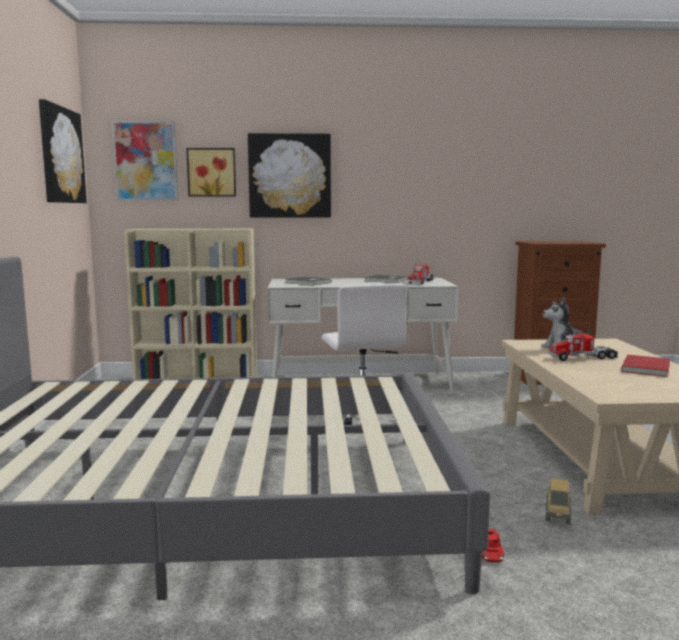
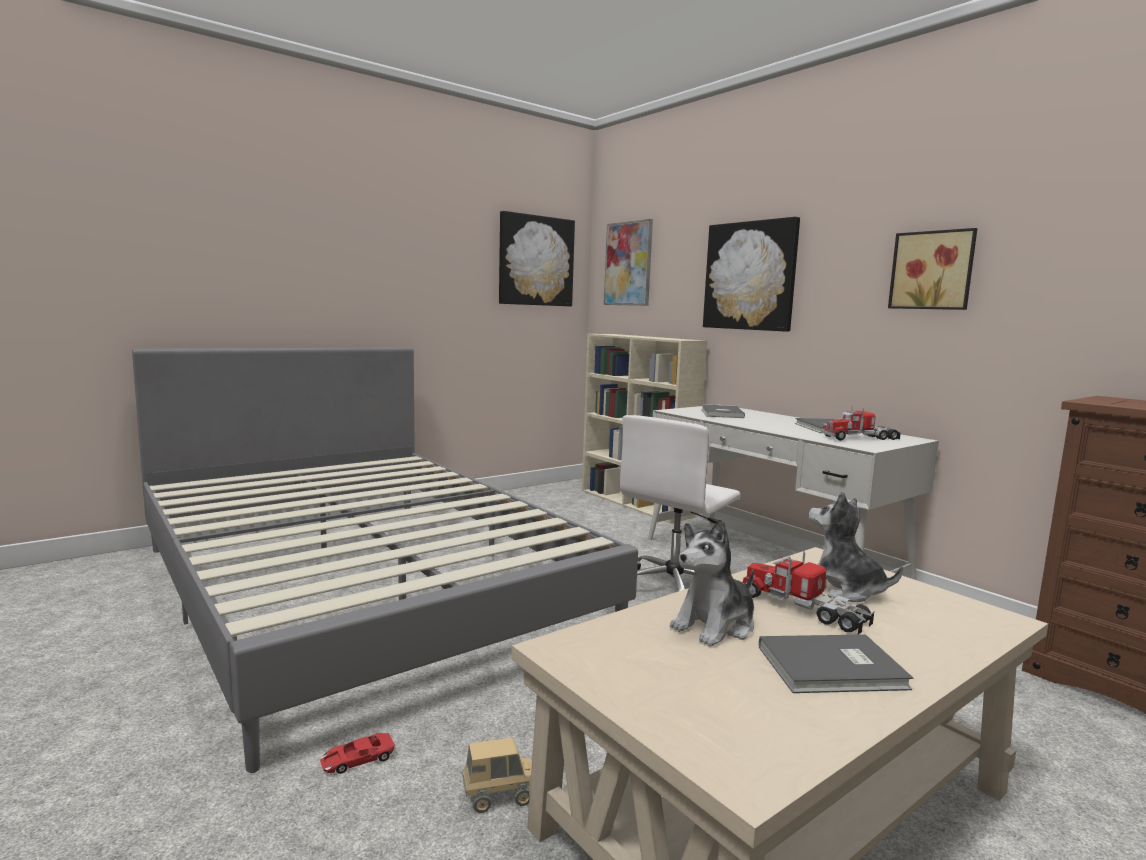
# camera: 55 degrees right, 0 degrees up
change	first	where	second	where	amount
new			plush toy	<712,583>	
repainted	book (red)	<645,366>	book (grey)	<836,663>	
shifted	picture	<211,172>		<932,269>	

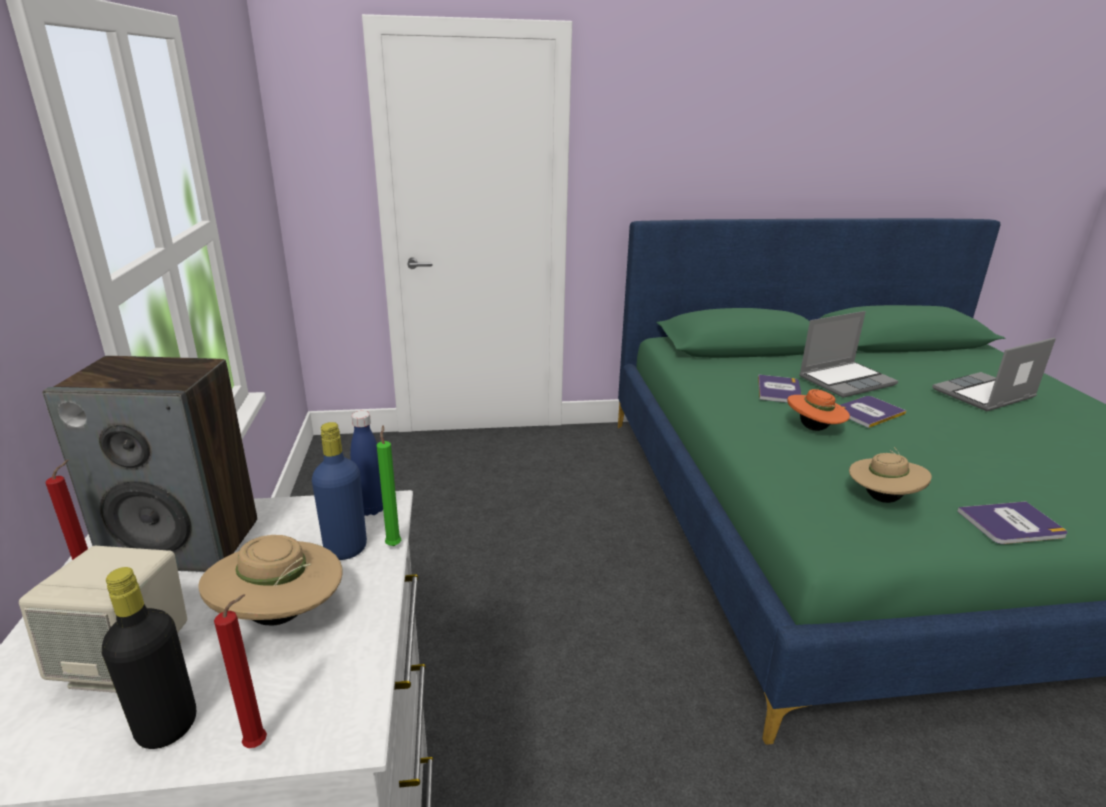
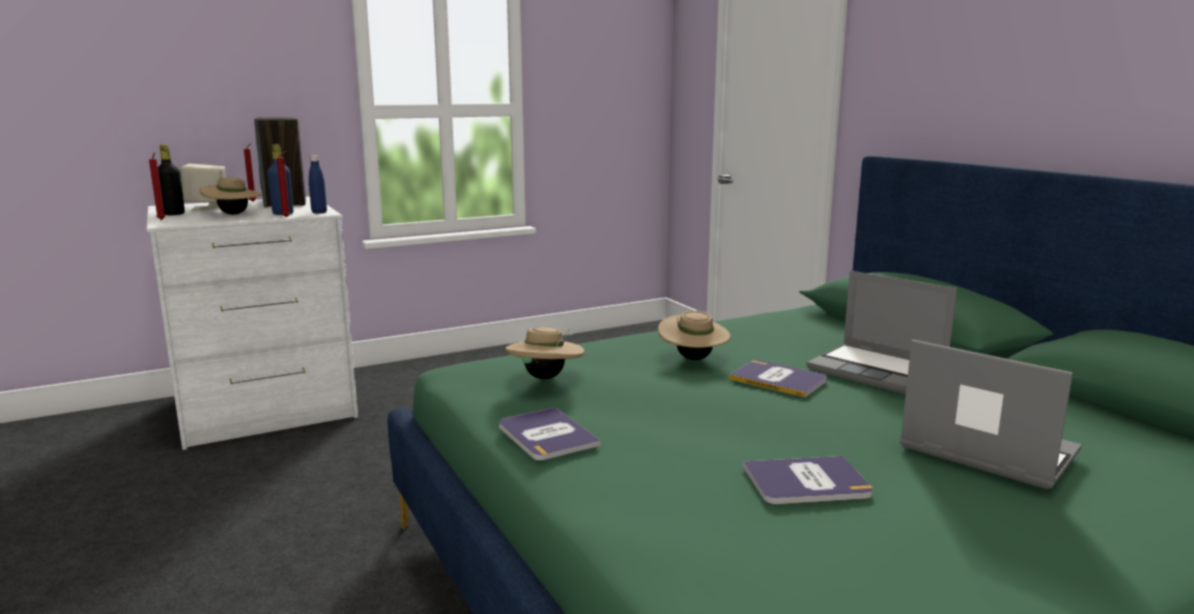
# camera: 70 degrees right, 10 degrees down
change	first	where	second	where	amount
repainted	candle (green)	<389,485>	candle (red)	<283,184>	
repainted	hat (orange)	<818,410>	hat (beige)	<694,335>	
shifted	book	<780,389>		<808,480>	

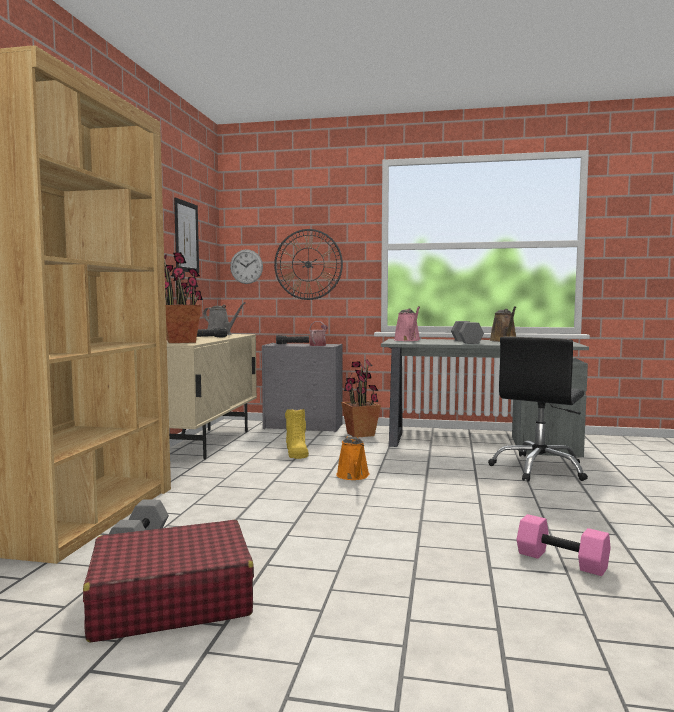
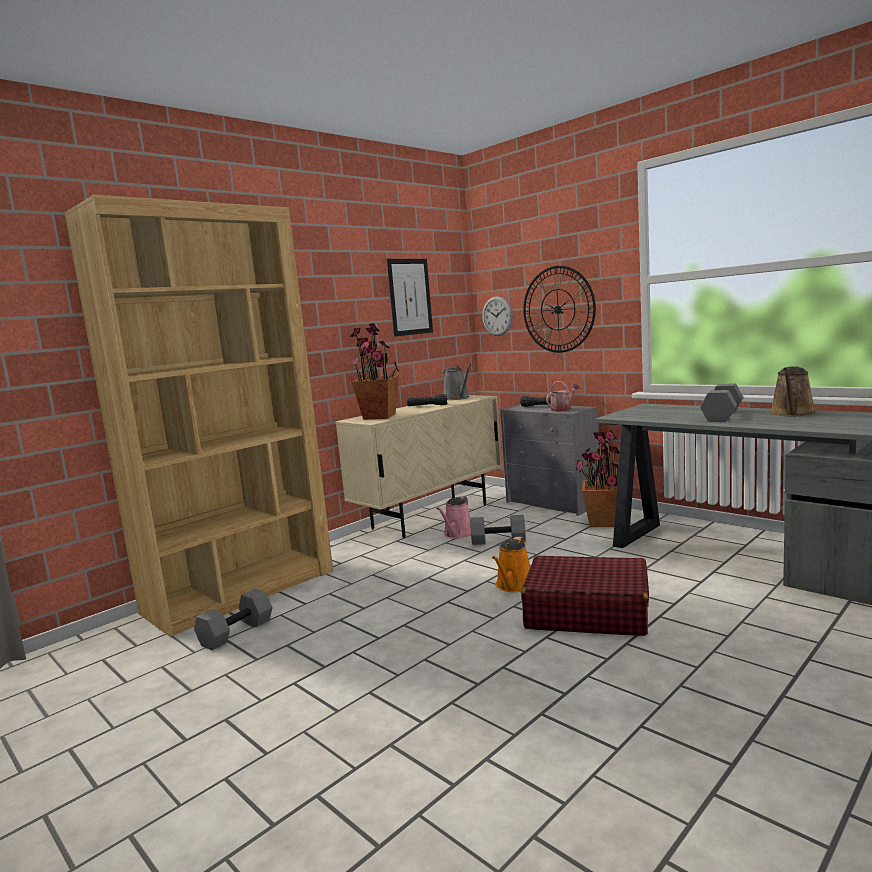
# camera: 35 degrees right, 5 degrees up
change	first	where	second	where	amount
shifted	watering can (pink)	<407,323>		<453,517>	
swapped	boot (yellow)	<297,434>	dumbbell (grey)	<498,530>	
shifted	suitcase (red)	<168,581>		<585,596>	
gone	office chair (black)	<538,409>			
gone	dumbbell (pink)	<563,545>			

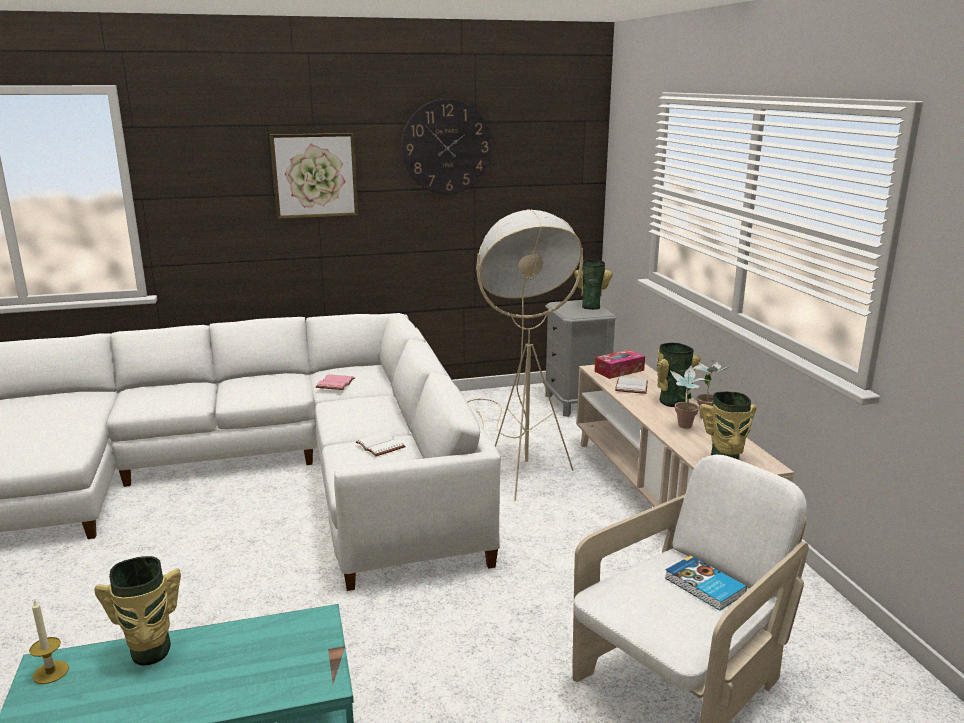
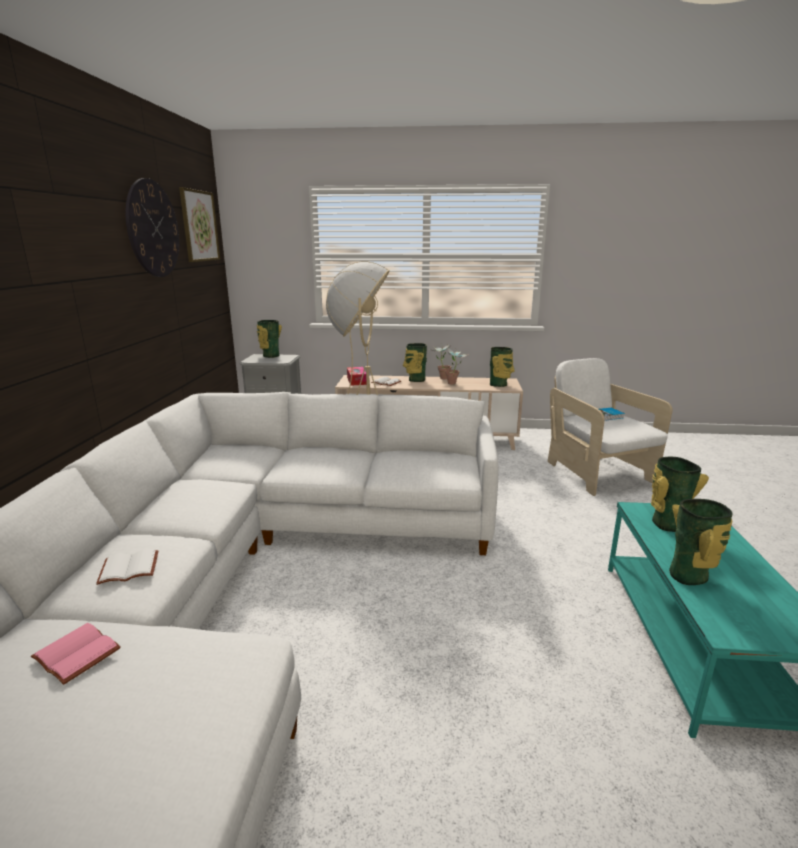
# camera: 70 degrees left, 0 degrees up
change	first	where	second	where	amount
shifted	book (pink)	<335,382>		<76,654>	
shifted	book (white)	<381,444>		<127,567>	
shifted	picture	<314,176>		<199,224>	
new			vase	<680,494>	
gone	candle	<49,641>			

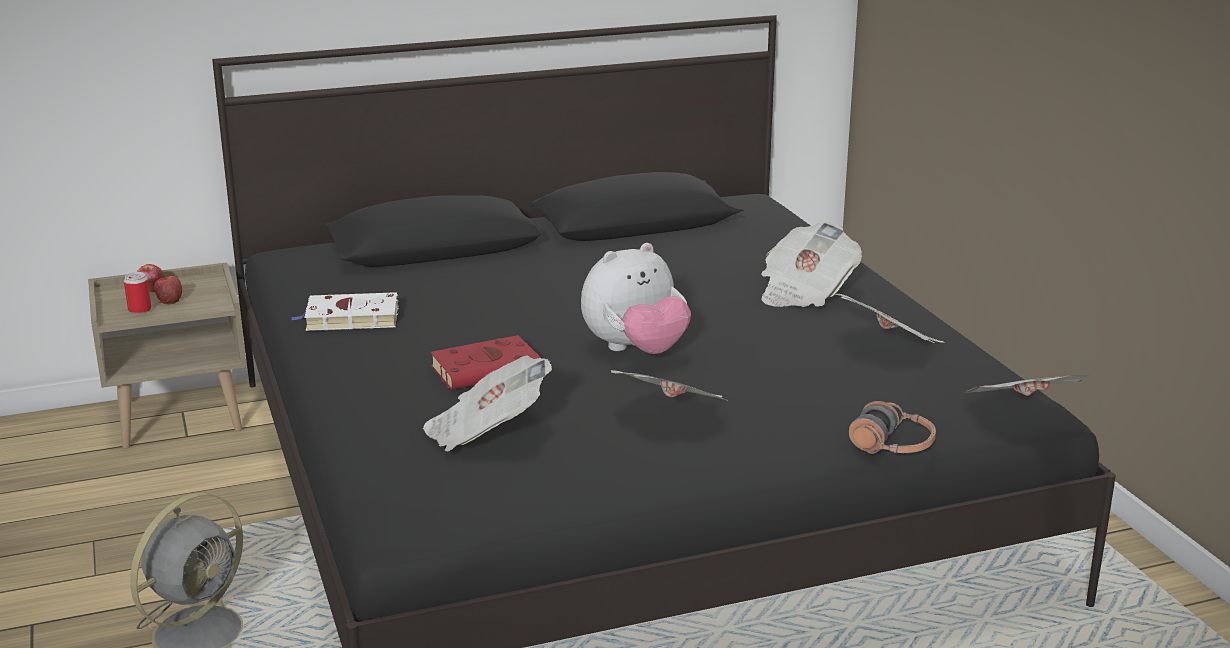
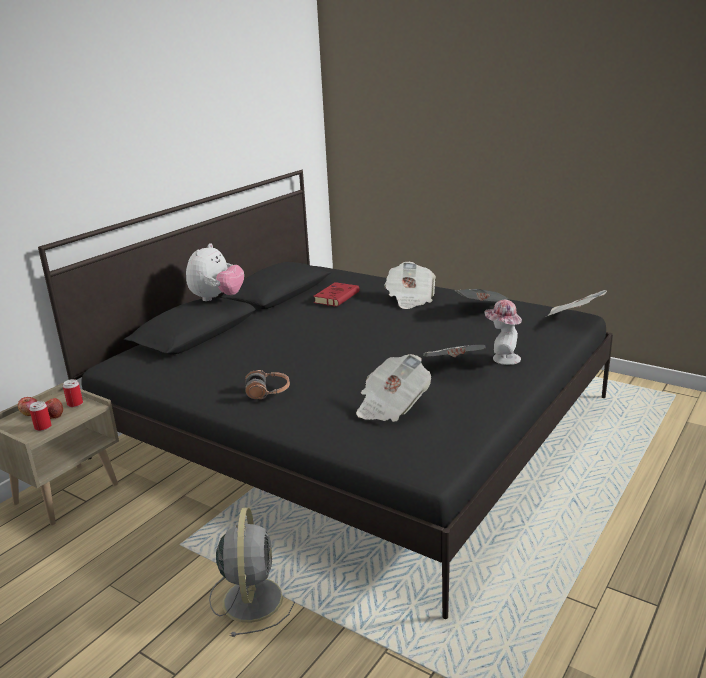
# camera: 35 degrees left, 0 degrees up
change	first	where	second	where	amount
new			can	<73,393>	
shifted	plush toy	<636,298>		<215,272>	
shifted	headphones	<892,427>		<267,384>	
shifted	book (red)	<490,362>		<336,294>	
new			hat	<503,332>	
gone	book (white)	<345,311>			

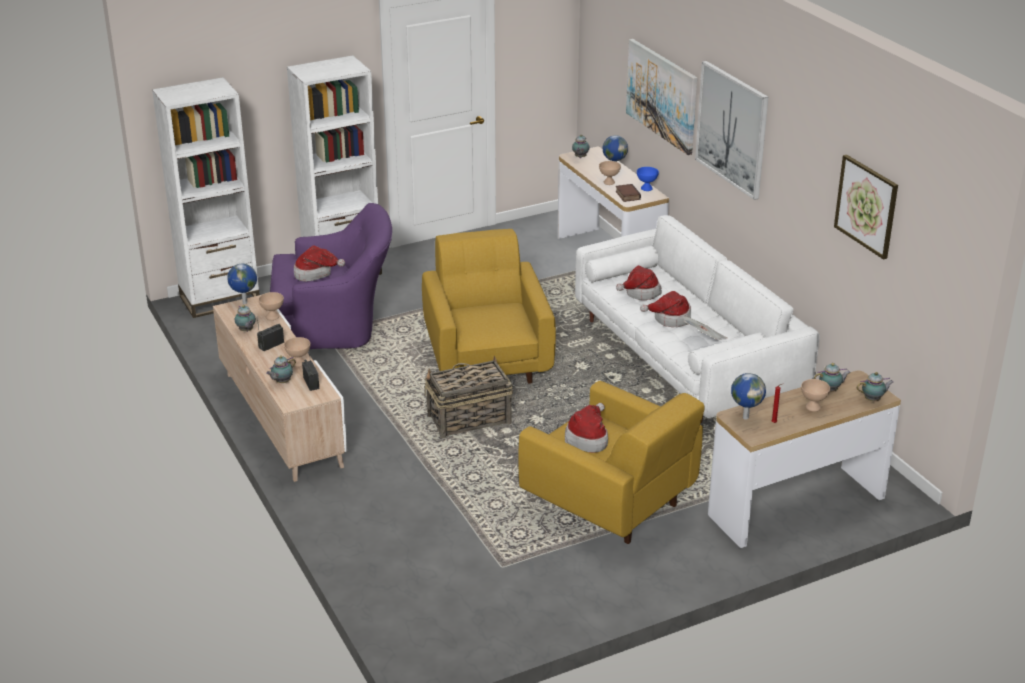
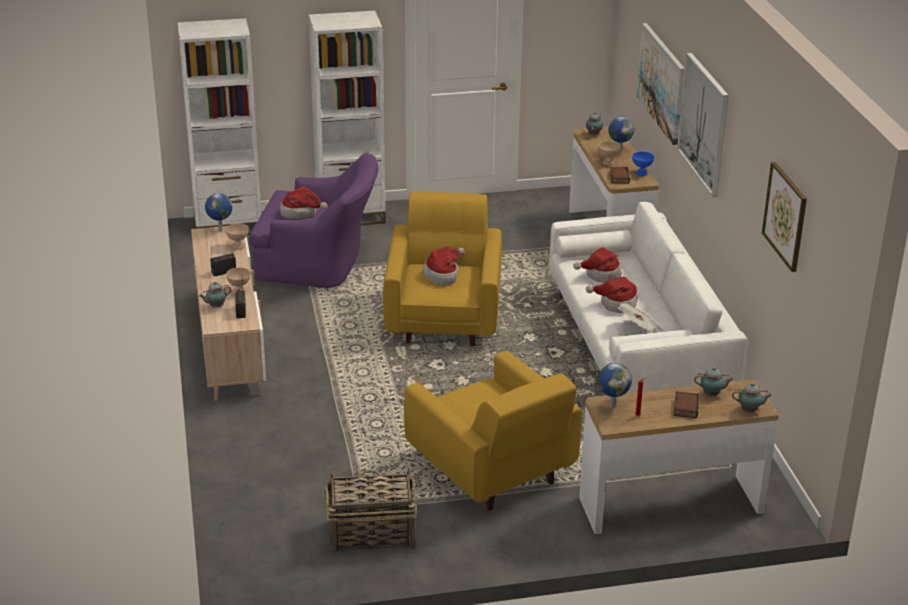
# camera: 15 degrees right, 0 degrees up
change	first	where	second	where	amount
shifted	basket	<469,397>		<371,511>	
shifted	hat	<586,428>		<443,266>	
swapped	bowl (beige)	<815,395>	book	<686,404>	
gone	teapot	<245,318>			

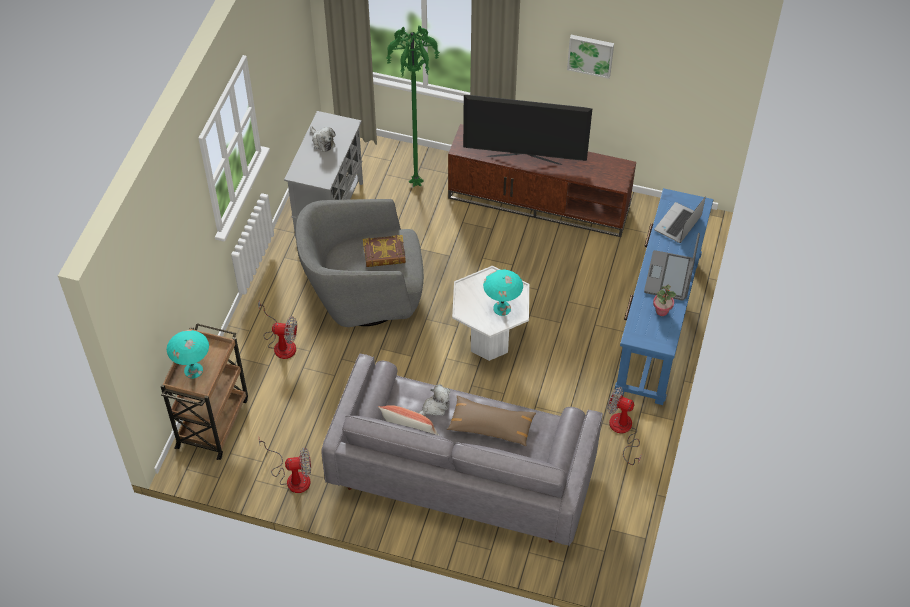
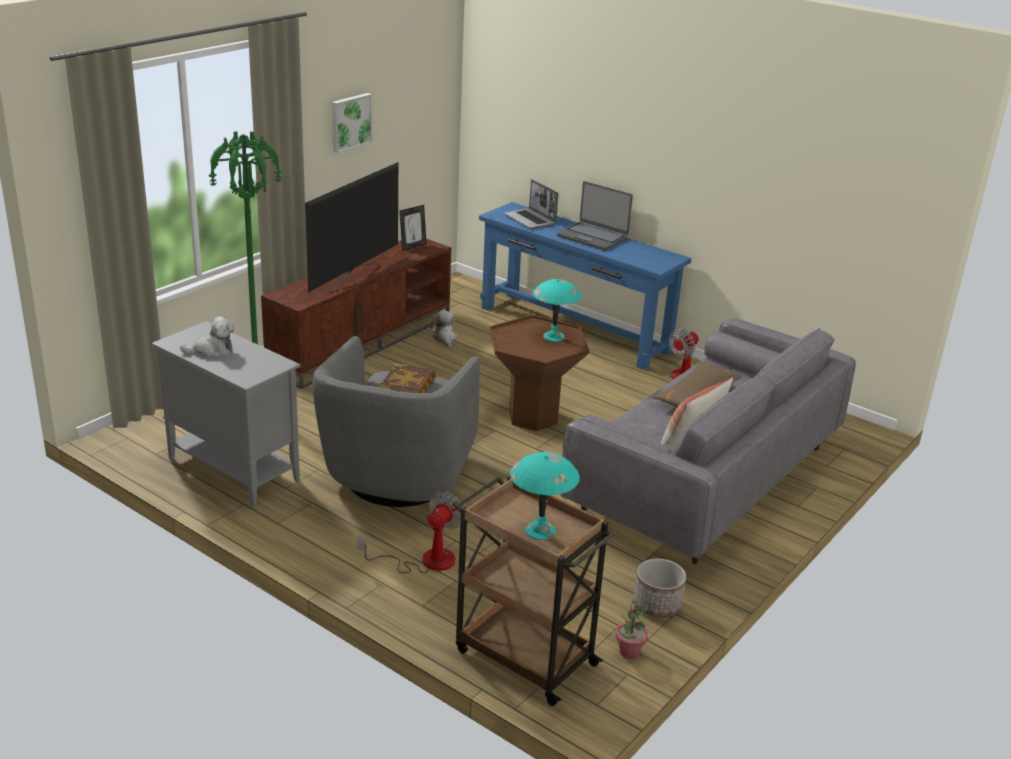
# camera: 70 degrees left, 25 degrees down
change	first	where	second	where	amount
new			picture frame	<413,228>	
shifted	plush toy	<433,400>		<444,329>	
repainted	side table (white)	<490,313>	side table (brown)	<539,373>	
shifted	potted plant	<664,300>		<631,630>	
swapped	fan	<285,466>	planter	<660,588>	

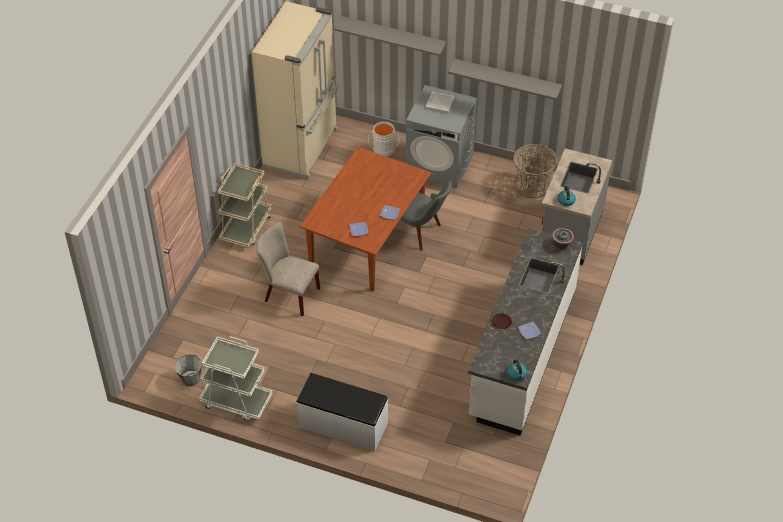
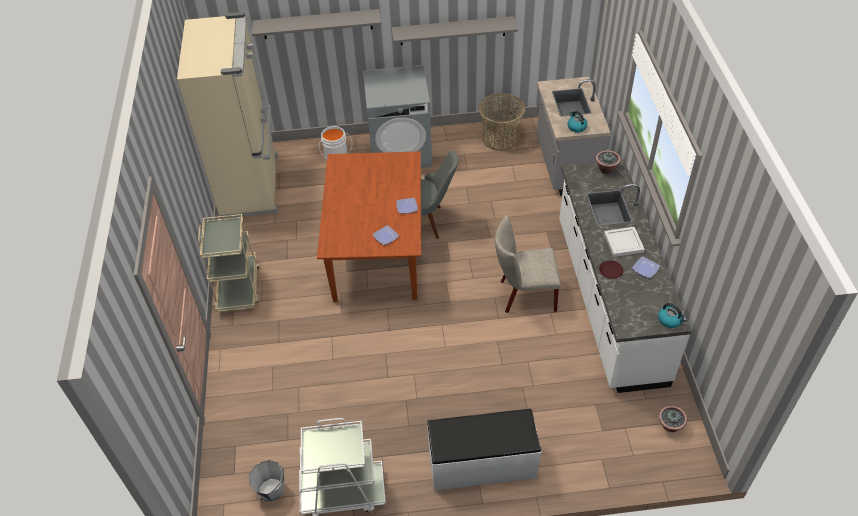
# camera: 25 degrees left, 0 degrees up
change	first	where	second	where	amount
shifted	chair (beige)	<288,269>		<528,264>	
shifted	tray (white)	<440,102>		<624,242>	
new			potted plant	<673,419>	

